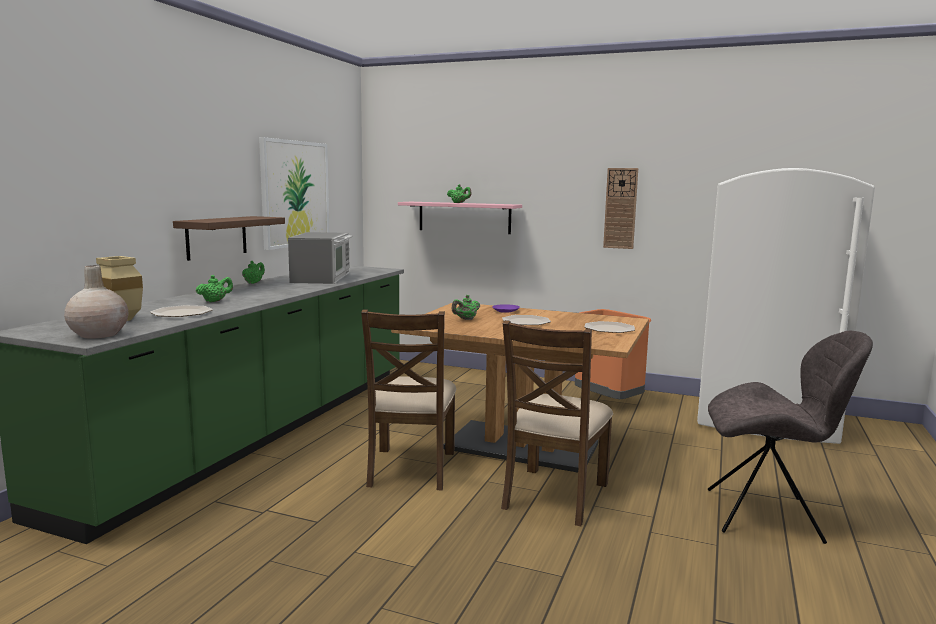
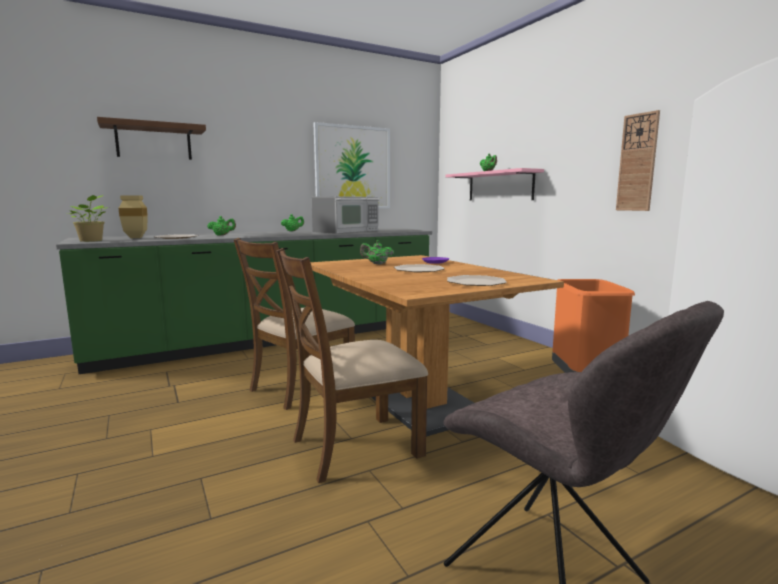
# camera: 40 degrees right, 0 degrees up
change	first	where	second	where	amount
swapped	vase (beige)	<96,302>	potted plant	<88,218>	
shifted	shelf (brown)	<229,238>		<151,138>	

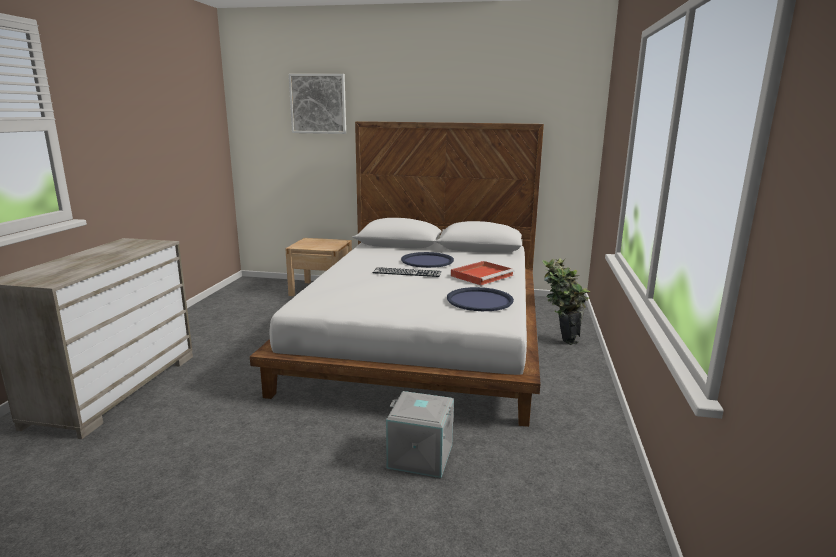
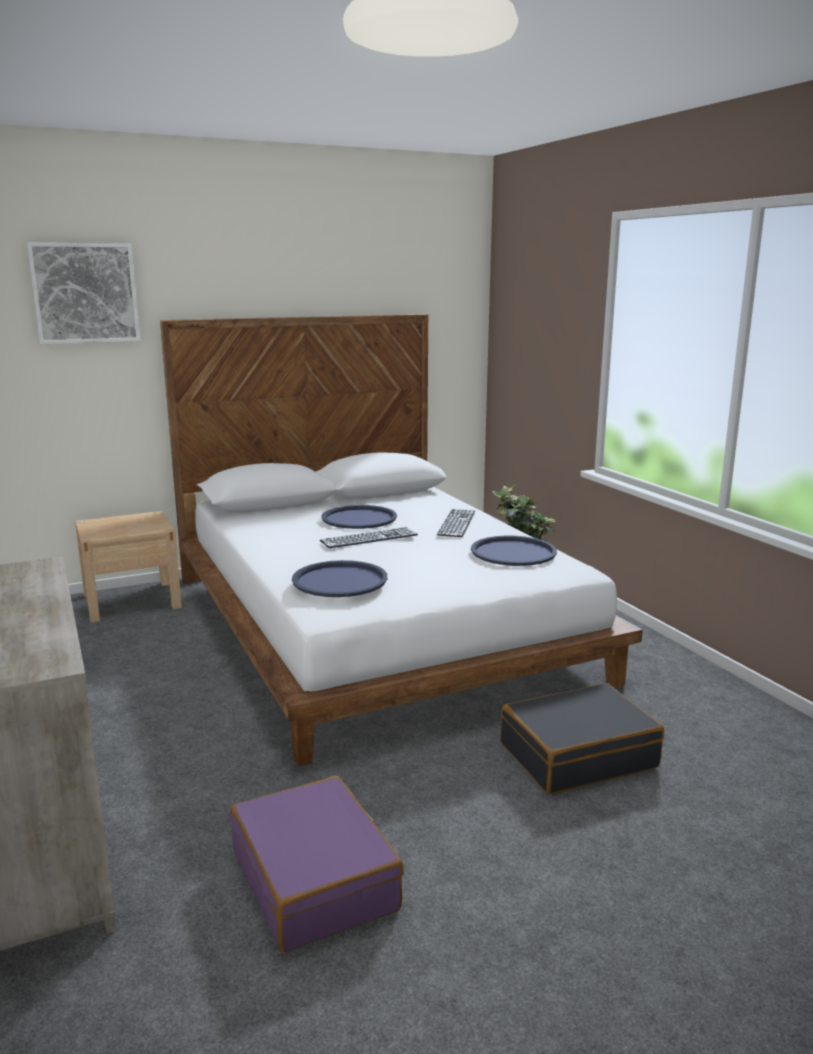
# camera: 35 degrees left, 0 degrees up
change	first	where	second	where	amount
new			suitcase (purple)	<317,864>	
new			tray (blue)	<339,578>	
swapped	tray (red)	<482,273>	keyboard	<456,523>	
swapped	storage box (grey)	<420,434>	suitcase (black)	<582,738>	

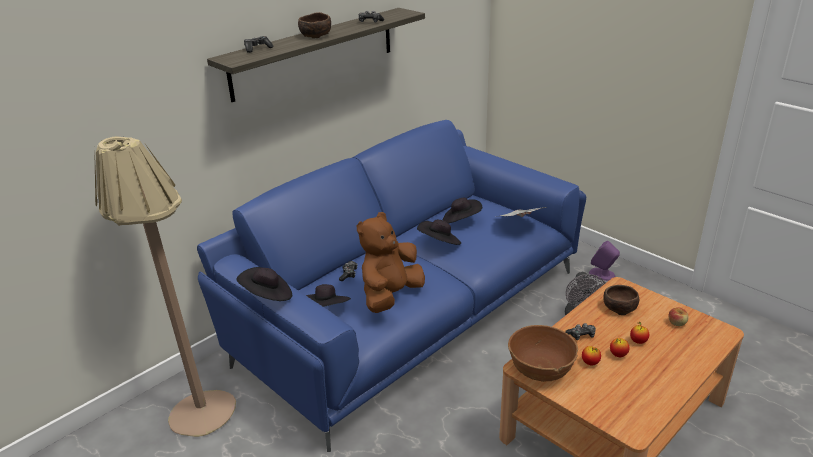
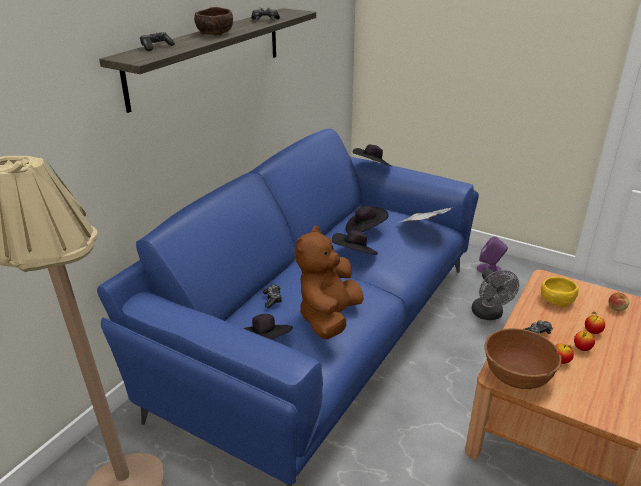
# camera: 15 degrees left, 0 degrees up
change	first	where	second	where	amount
shifted	hat (black)	<264,284>		<372,155>	
repainted	bowl (brown)	<621,300>	bowl (yellow)	<560,292>	

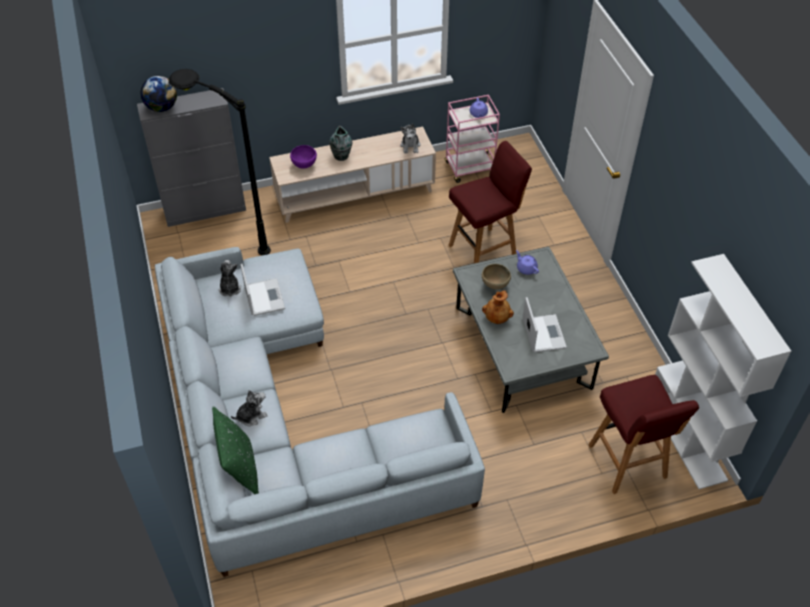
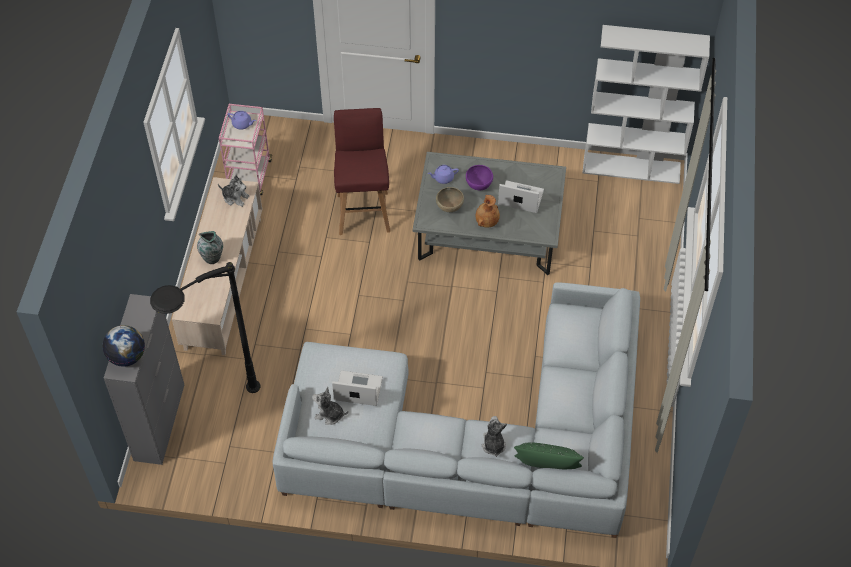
# camera: 65 degrees left, 5 degrees up
change	first	where	second	where	amount
shifted	bowl (purple)	<303,157>		<479,178>	
gone	stool (red)	<643,434>			

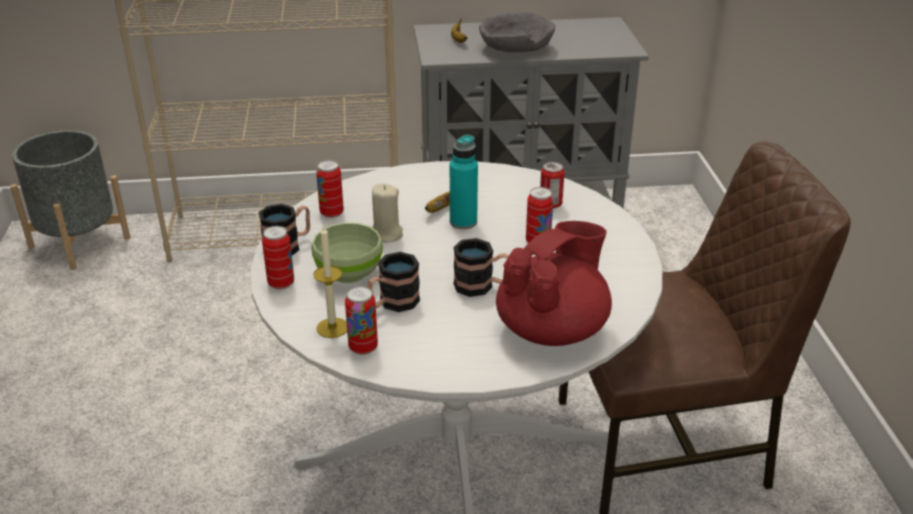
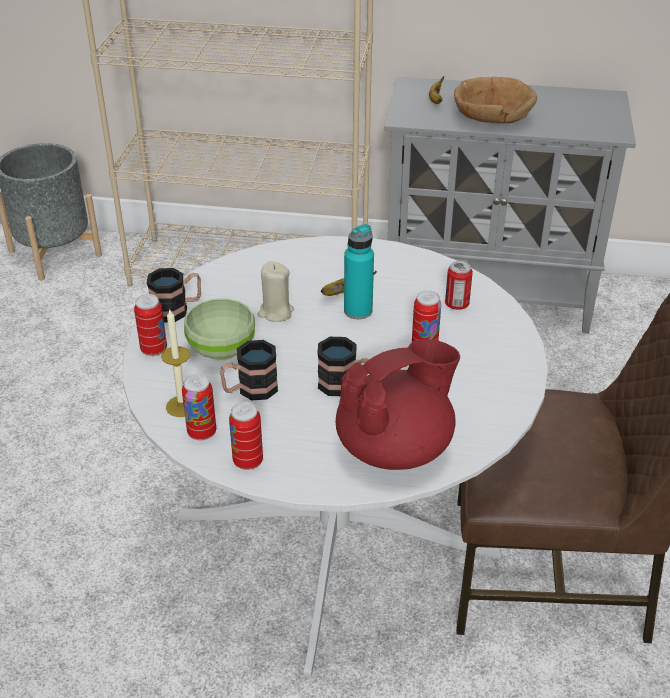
# camera: 15 degrees right, 5 degrees up
change	first	where	second	where	amount
shifted	can	<330,189>		<246,436>	
repainted	bowl (grey)	<517,32>	bowl (brown)	<495,100>	

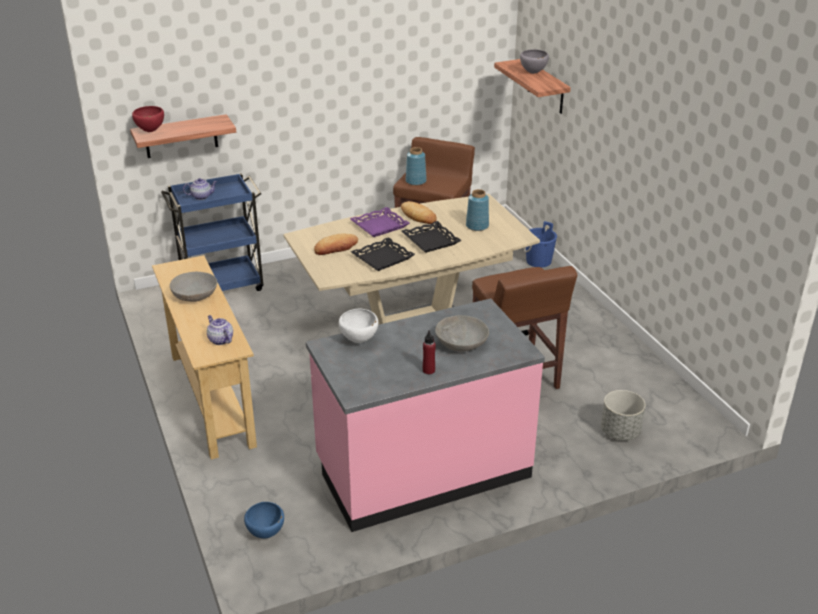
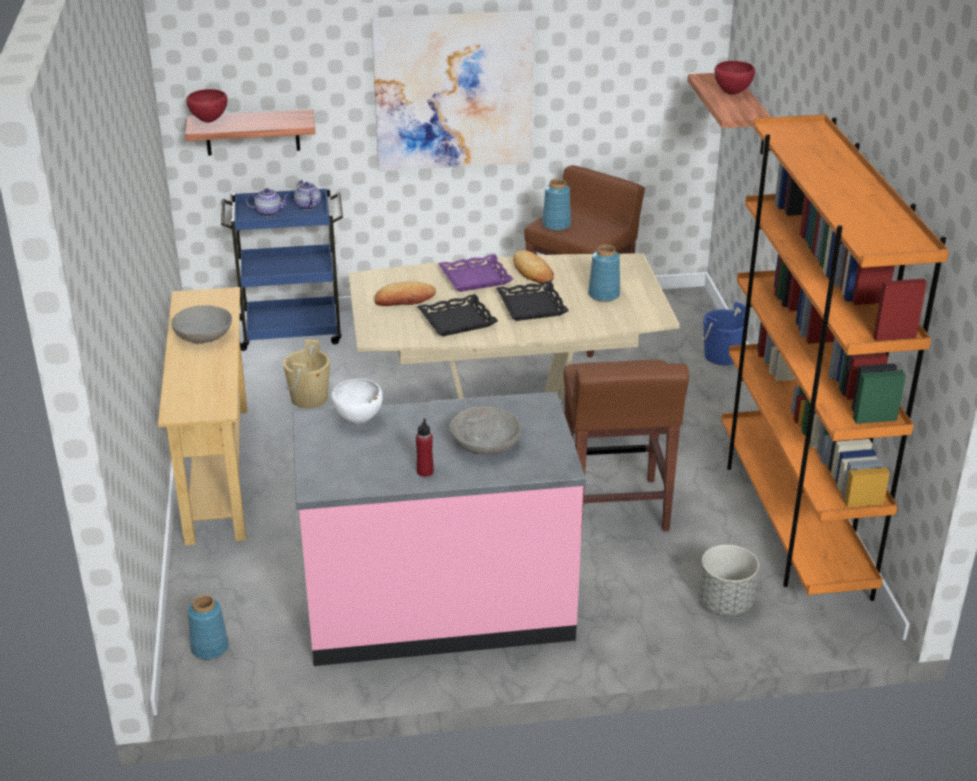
# camera: 15 degrees right, 0 degrees up
change	first	where	second	where	amount
swapped	bowl (blue)	<264,520>	vase (blue)	<208,627>	
new			bucket (beige)	<306,374>	
shifted	teapot	<220,330>		<307,195>	
new			picture	<452,90>	
repainted	bowl (grey)	<534,62>	bowl (red)	<734,78>	
new			bookcase (orange)	<835,357>	

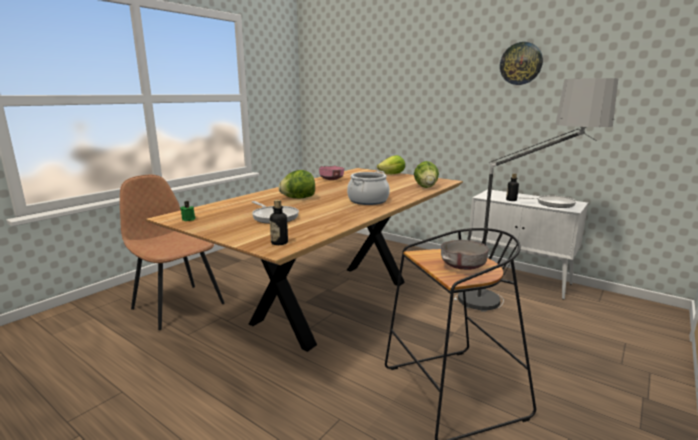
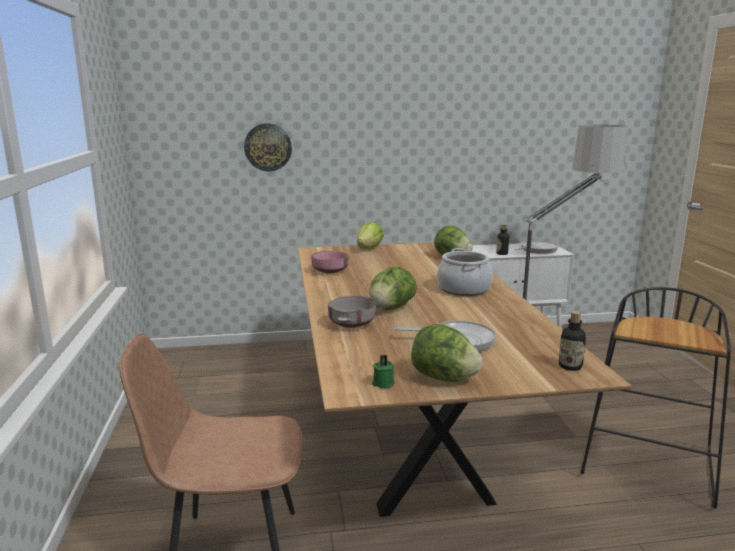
# camera: 45 degrees left, 0 degrees up
change	first	where	second	where	amount
shifted	wall clock	<521,63>		<268,147>	
shifted	bowl (grey)	<465,255>		<352,312>	
new			lettuce	<447,353>	

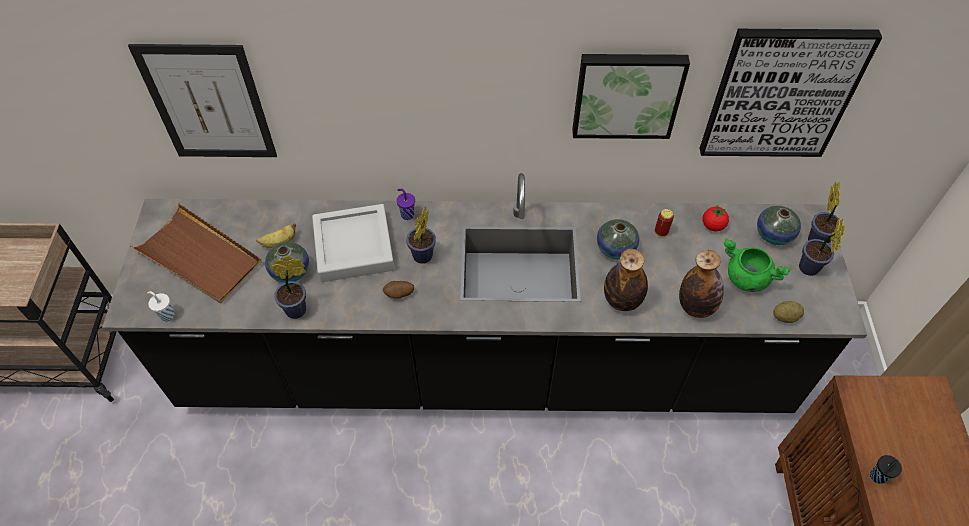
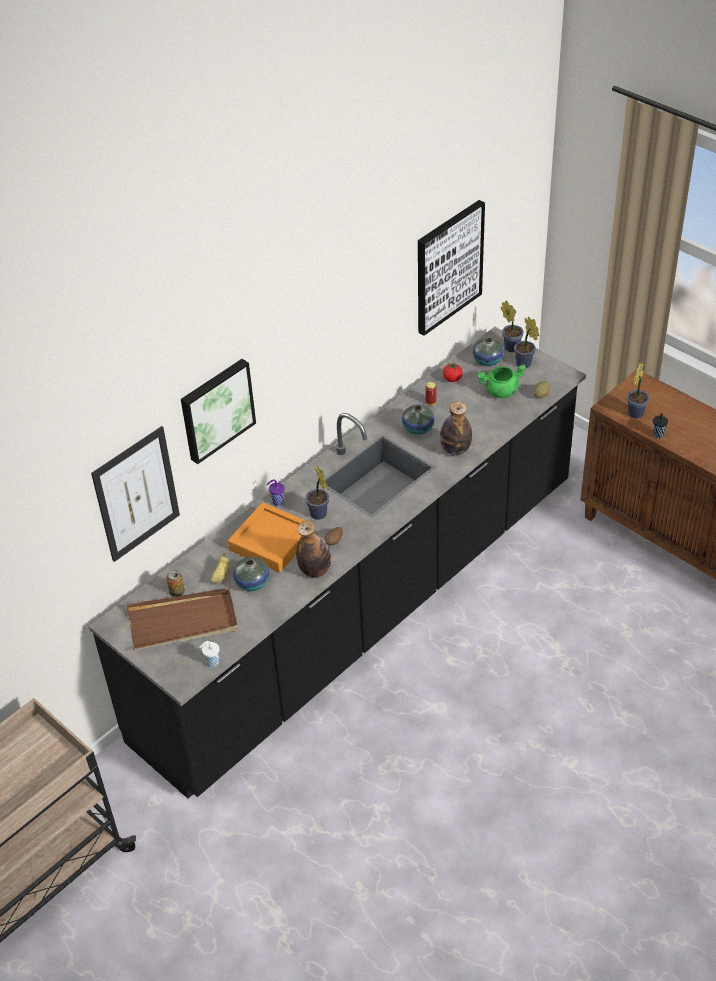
# camera: 45 degrees left, 10 degrees down
change	first	where	second	where	amount
new			can	<175,583>	
shifted	picture	<631,96>		<218,411>	
repainted	tray (grey)	<353,243>	tray (orange)	<266,537>	
shifted	bottle	<701,284>		<313,549>	
shifted	potted plant	<288,287>		<638,391>	

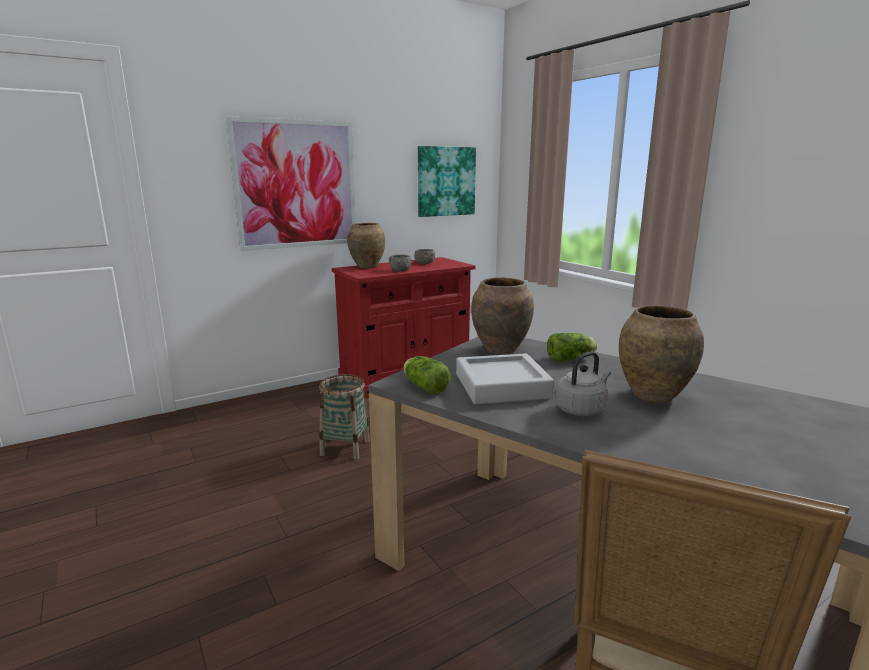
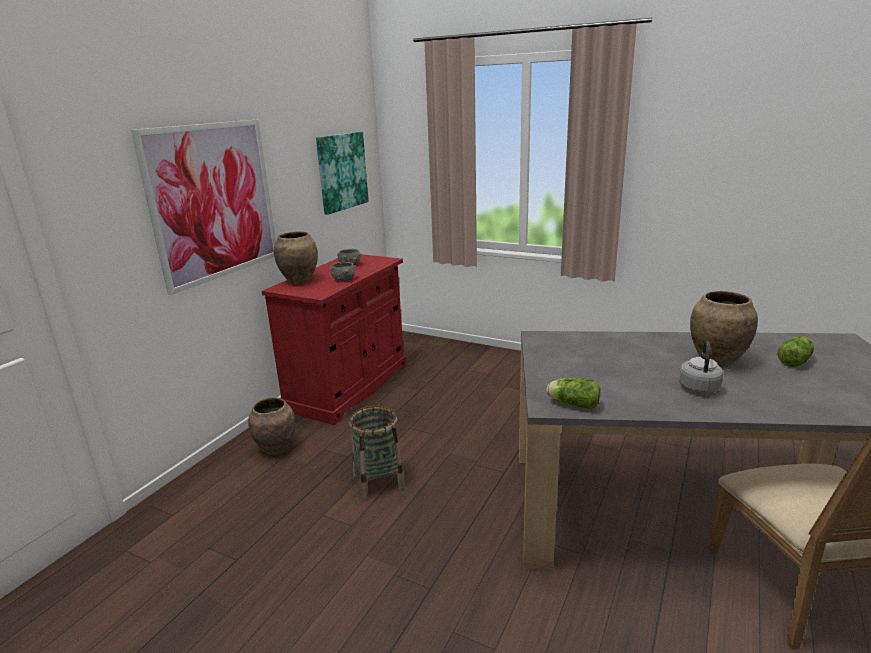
# camera: 30 degrees left, 5 degrees up
change	first	where	second	where	amount
shifted	vase (brown)	<502,315>		<271,426>	
shifted	lettuce	<572,347>		<795,351>	
gone	tray (grey)	<505,378>			

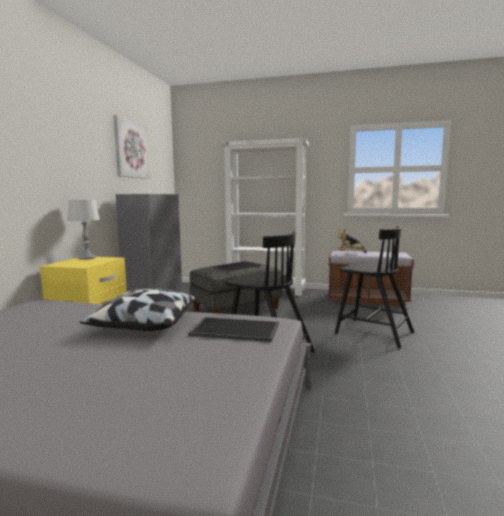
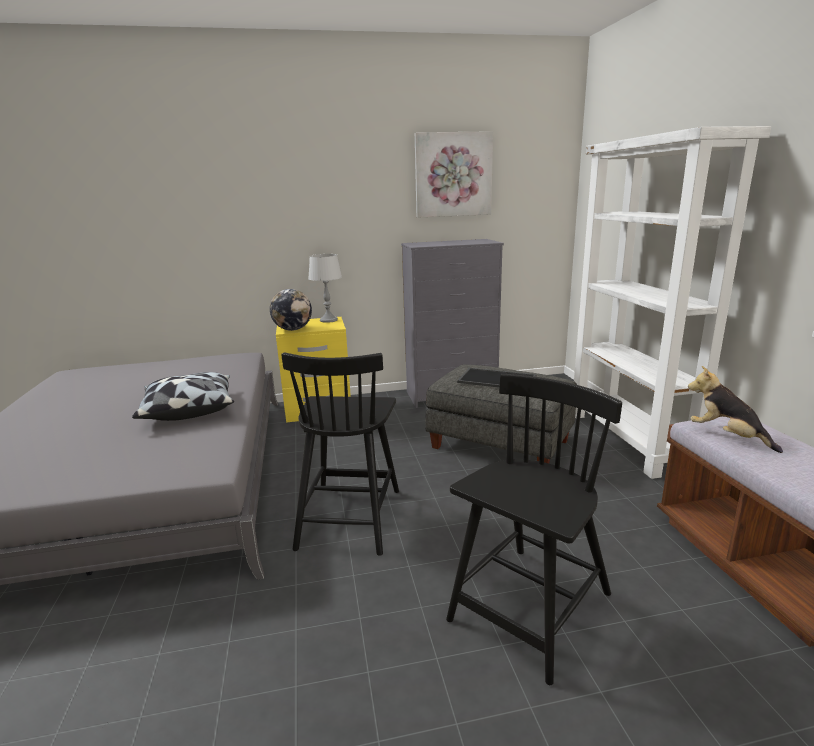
# camera: 65 degrees right, 10 degrees up
change	first	where	second	where	amount
new			globe	<291,310>	
rotated	chair (black)	<374,287>		<534,529>	150 degrees counterclockwise
gone	tray	<233,329>			

